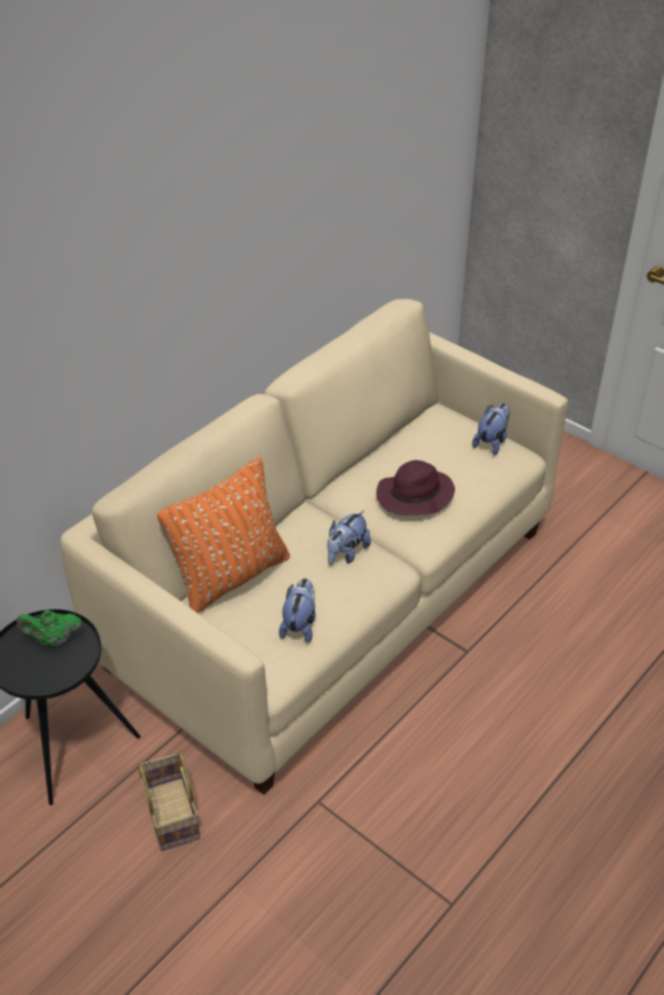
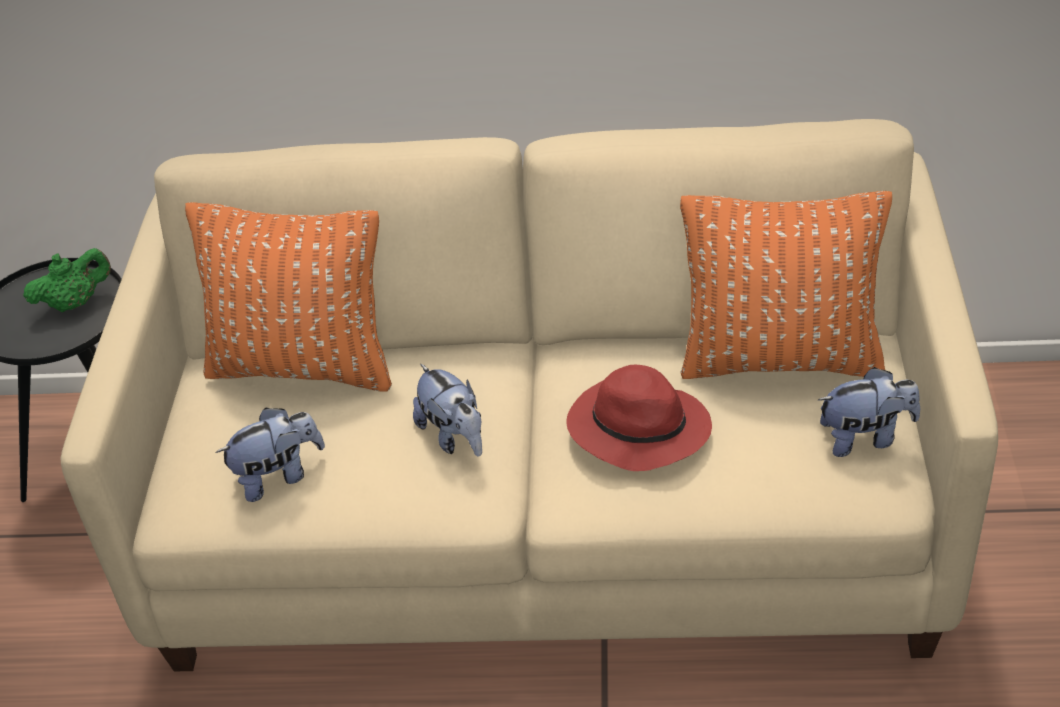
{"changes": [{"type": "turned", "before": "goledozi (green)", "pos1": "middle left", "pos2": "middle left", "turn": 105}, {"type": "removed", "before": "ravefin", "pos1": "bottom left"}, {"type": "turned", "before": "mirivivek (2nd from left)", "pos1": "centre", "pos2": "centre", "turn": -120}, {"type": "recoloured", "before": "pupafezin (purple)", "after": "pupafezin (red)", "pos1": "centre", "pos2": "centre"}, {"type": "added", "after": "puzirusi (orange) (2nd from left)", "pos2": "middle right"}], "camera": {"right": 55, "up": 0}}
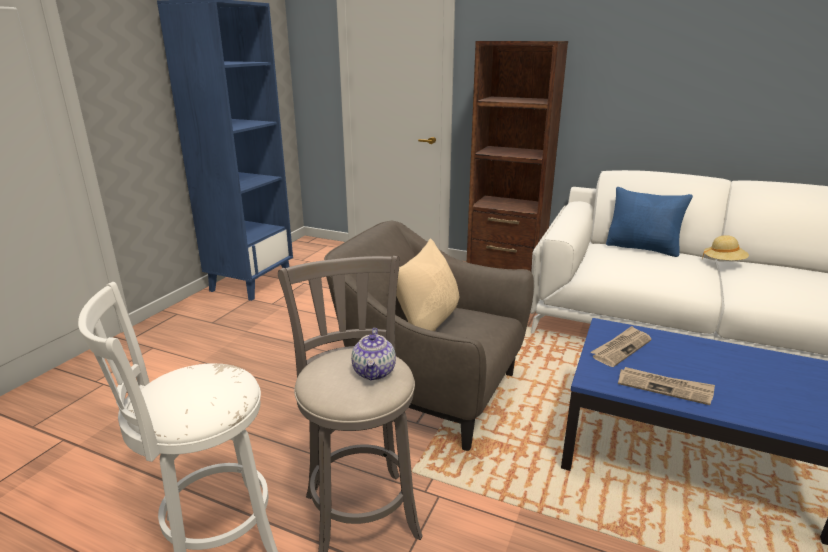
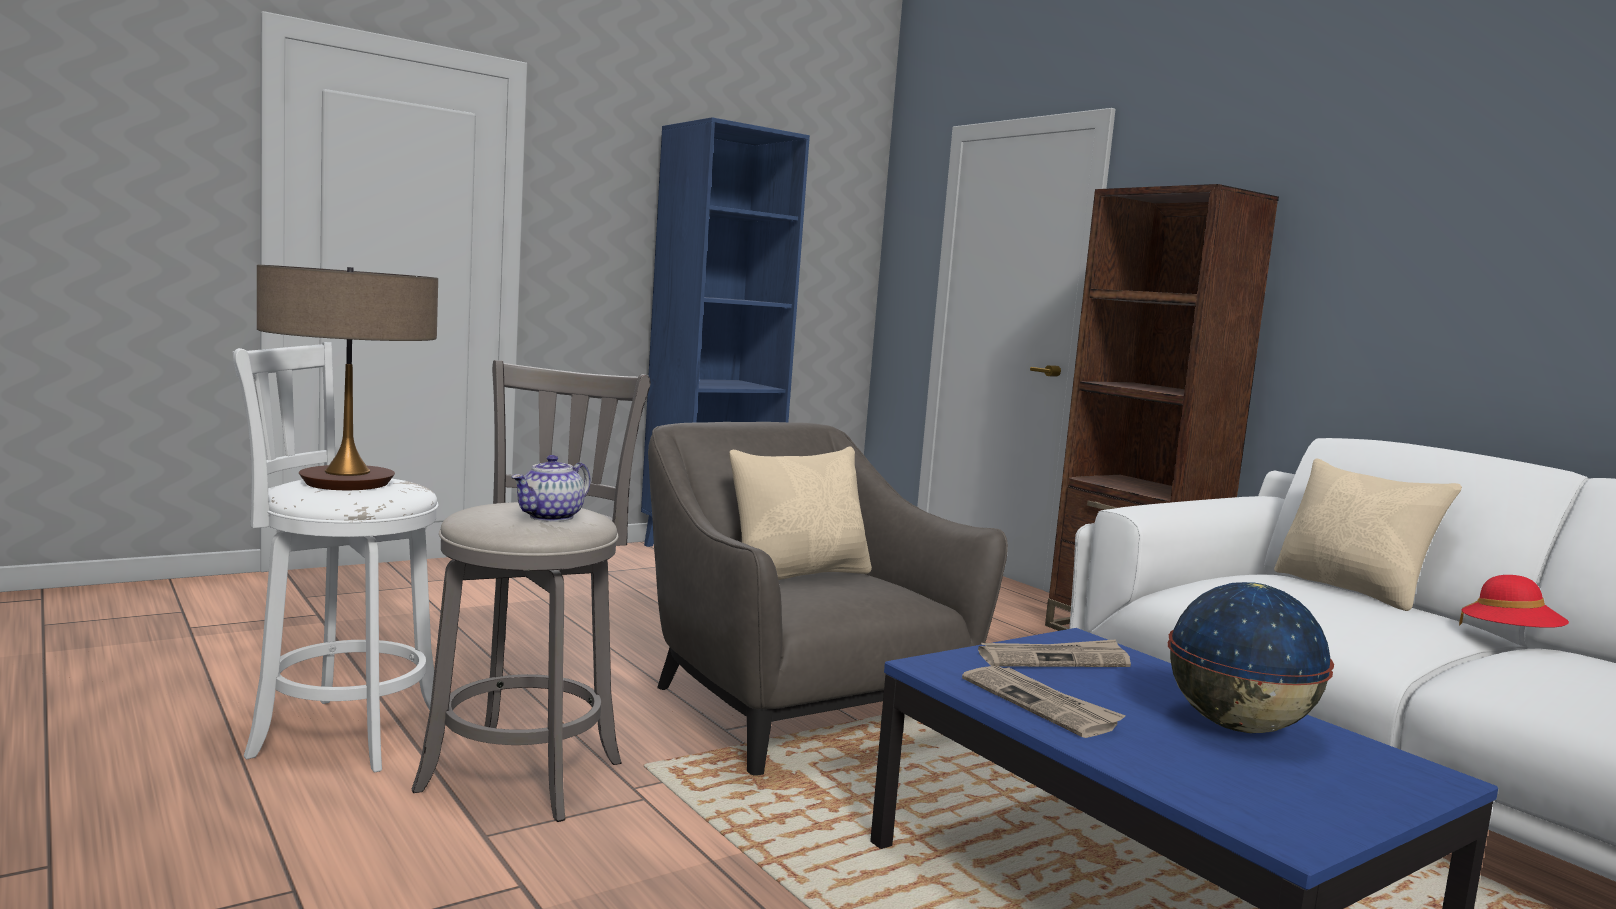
{"changes": [{"type": "recoloured", "before": "puzirusi (blue)", "after": "puzirusi (beige) (2nd from left)", "pos1": "middle right", "pos2": "middle right"}, {"type": "recoloured", "before": "pupafezin (beige)", "after": "pupafezin (red)", "pos1": "middle right", "pos2": "middle right"}, {"type": "added", "after": "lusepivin", "pos2": "middle left"}, {"type": "added", "after": "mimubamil", "pos2": "bottom right"}], "camera": {"right": 30, "up": -15}}
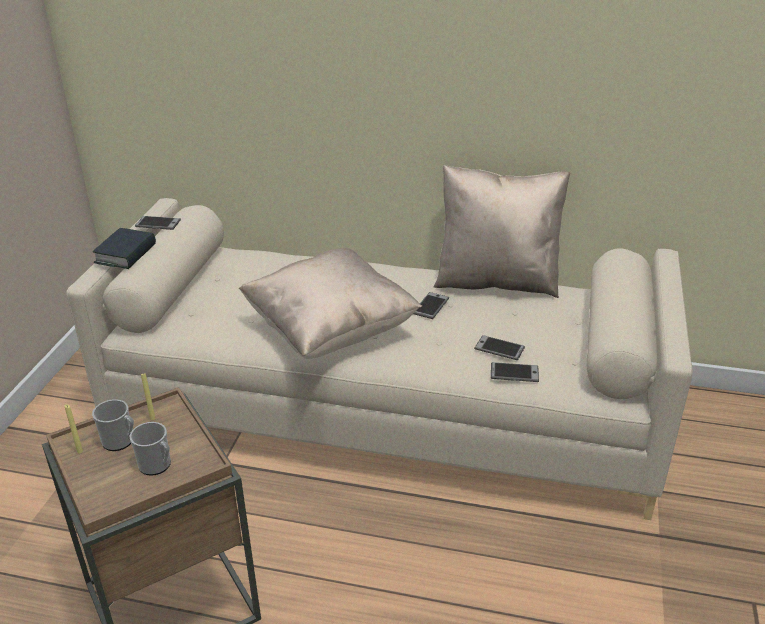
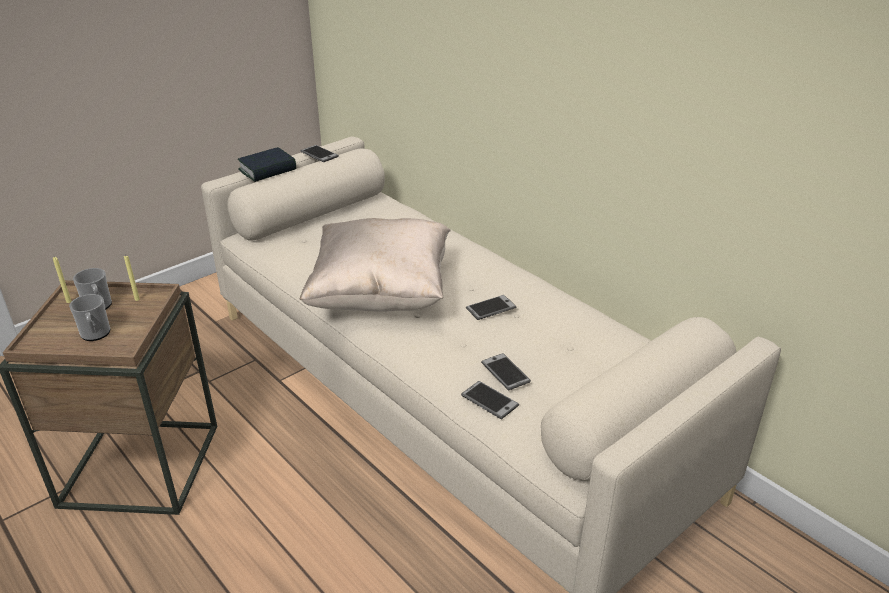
{"changes": [{"type": "removed", "before": "puzirusi (beige) (2nd from left)", "pos1": "centre"}], "camera": {"right": 35, "up": 0}}
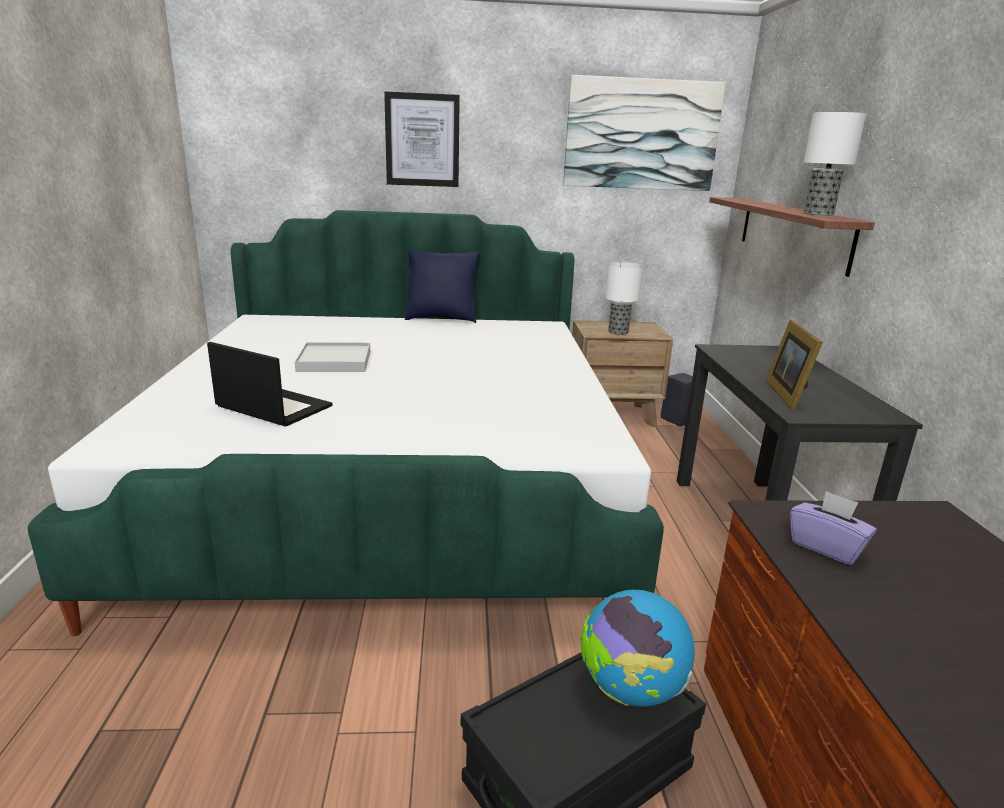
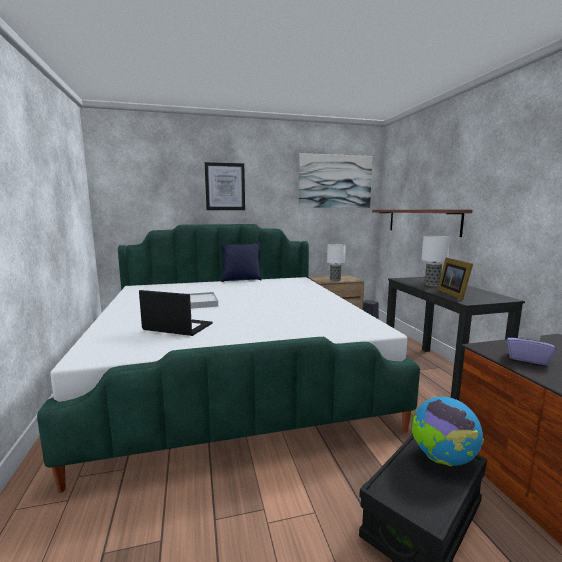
{"changes": [{"type": "moved", "before": "lusepivin (2nd from left)", "pos1": "top right", "pos2": "middle right"}], "camera": {"right": -10, "up": -10}}
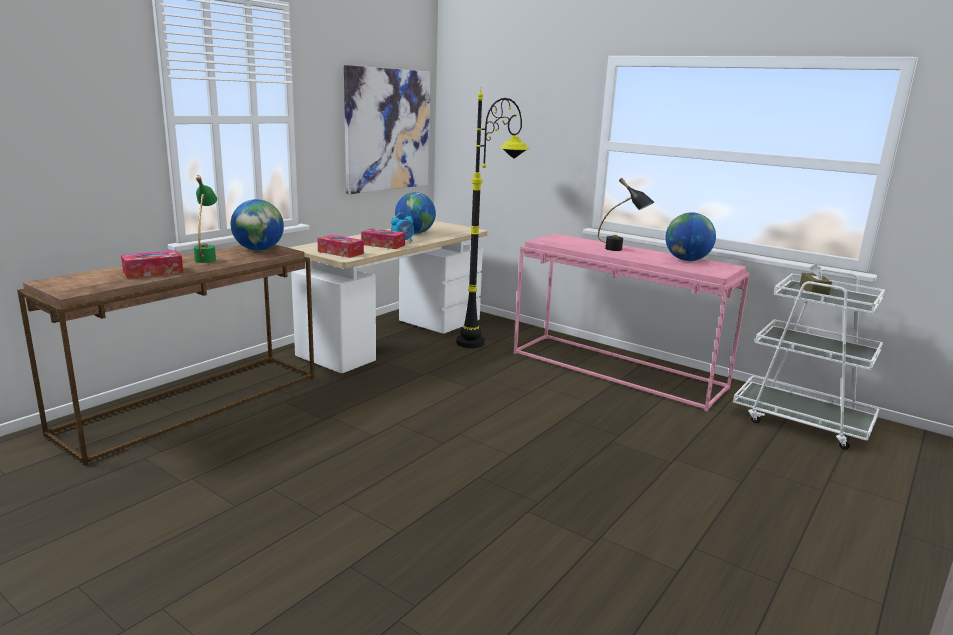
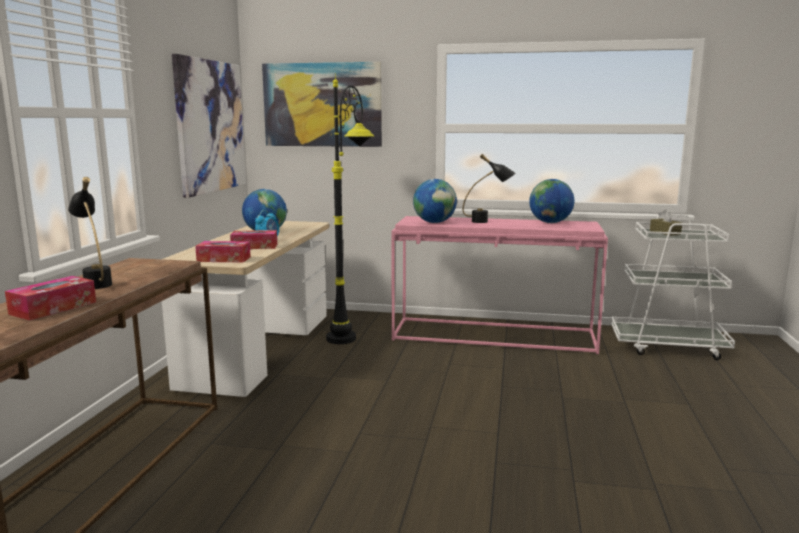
{"changes": [{"type": "recoloured", "before": "lusepivin (green)", "after": "lusepivin (black) (1st from left)", "pos1": "middle left", "pos2": "middle left"}, {"type": "moved", "before": "mimubamil (1st from left in the first image)", "after": "mimubamil (2nd from left)", "pos1": "middle left", "pos2": "centre"}, {"type": "added", "after": "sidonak (2nd from left)", "pos2": "top centre"}], "camera": {"right": -25, "up": -5}}
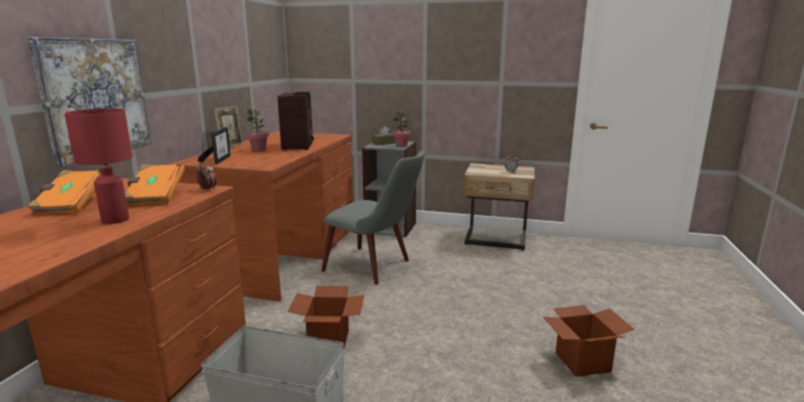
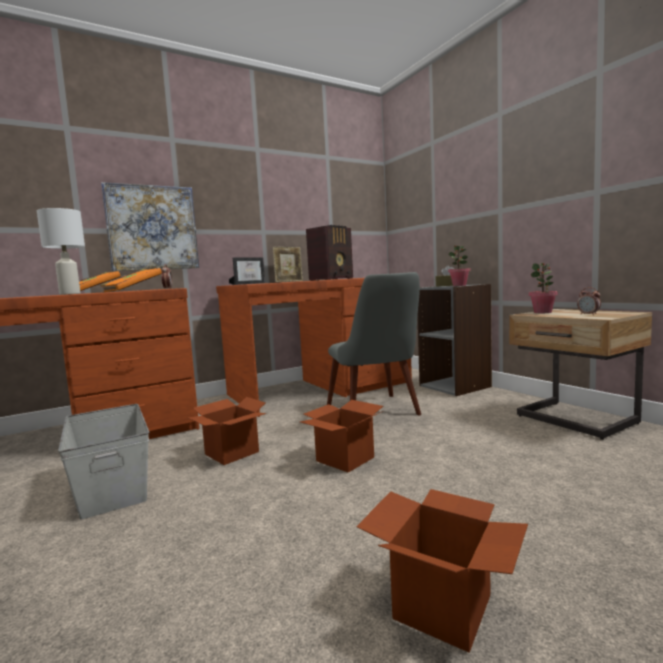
{"changes": [{"type": "recoloured", "before": "lusepivin (red)", "after": "lusepivin (white)", "pos1": "middle left", "pos2": "middle left"}, {"type": "moved", "before": "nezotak (1st from left in the first image)", "after": "nezotak (2nd from left)", "pos1": "top left", "pos2": "middle right"}, {"type": "added", "after": "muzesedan (2nd from left)", "pos2": "centre"}], "camera": {"right": 45, "up": -10}}
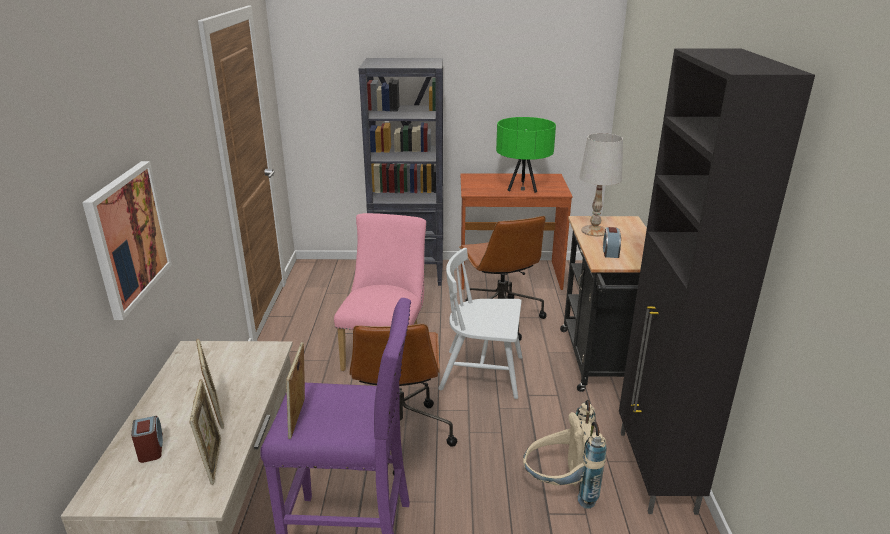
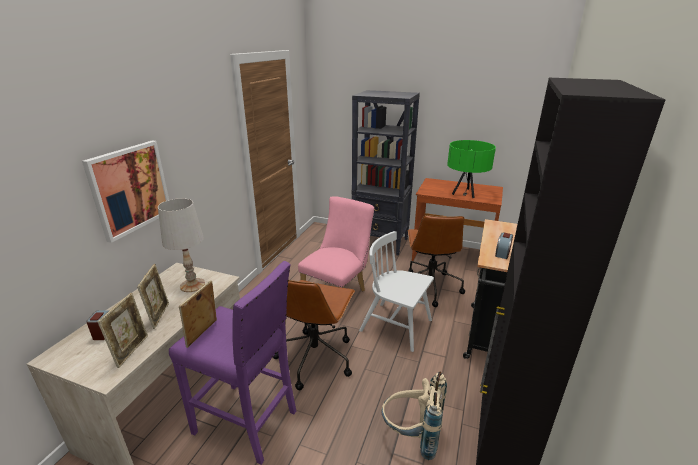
{"changes": [{"type": "moved", "before": "lusepivin (white)", "pos1": "middle right", "pos2": "middle left"}], "camera": {"right": 20, "up": 0}}
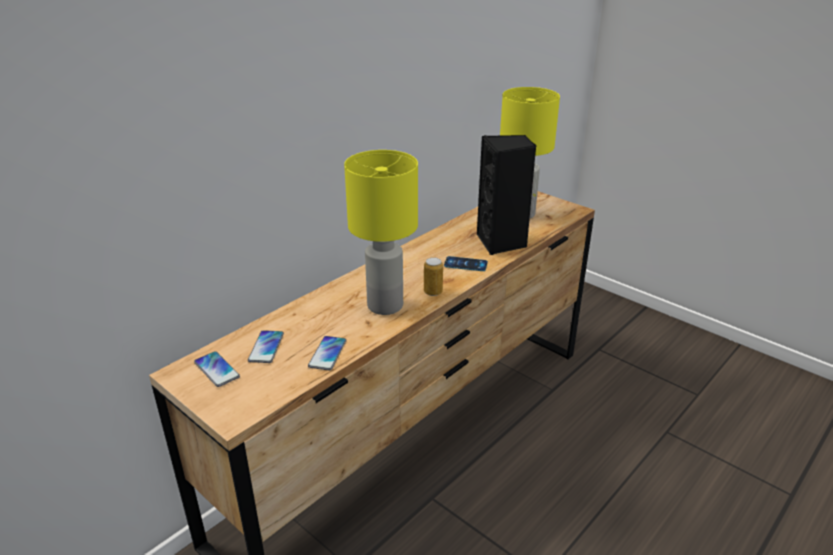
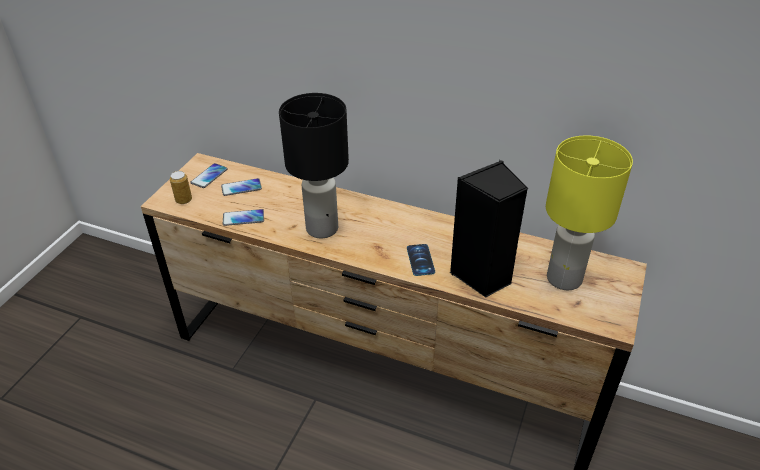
{"changes": [{"type": "recoloured", "before": "lusepivin (yellow) (1st from left)", "after": "lusepivin (black)", "pos1": "centre", "pos2": "centre"}, {"type": "moved", "before": "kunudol", "pos1": "centre", "pos2": "middle left"}], "camera": {"right": 70, "up": 10}}
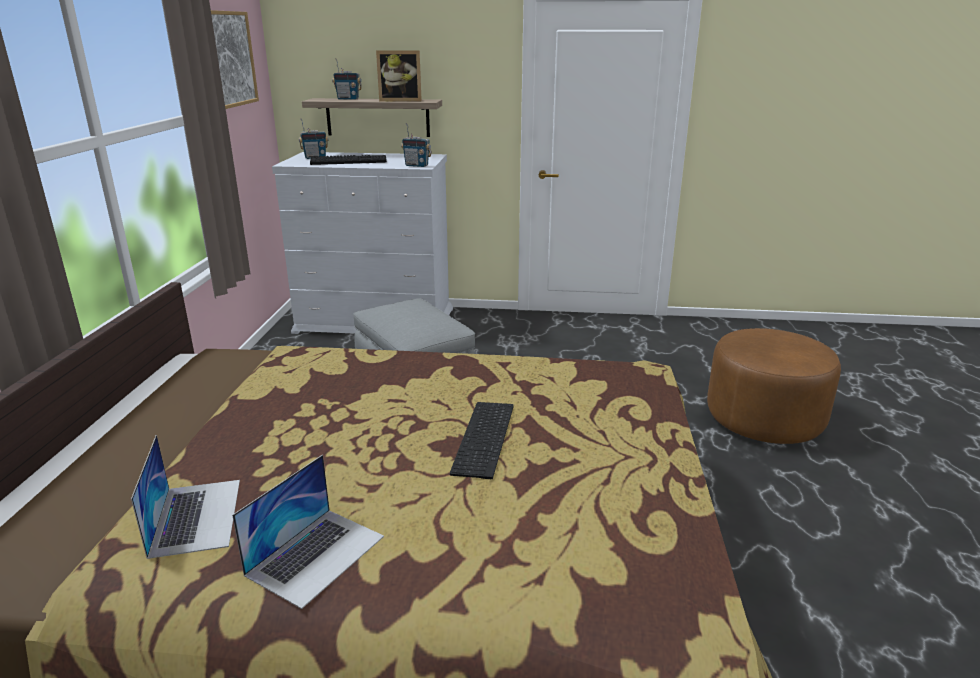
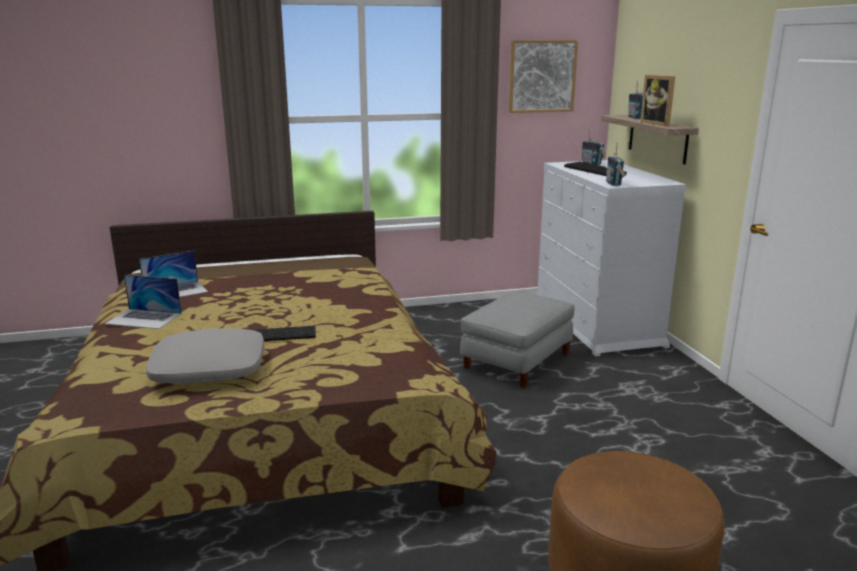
{"changes": [{"type": "added", "after": "puzirusi (grey)", "pos2": "middle left"}], "camera": {"right": 70, "up": -5}}
